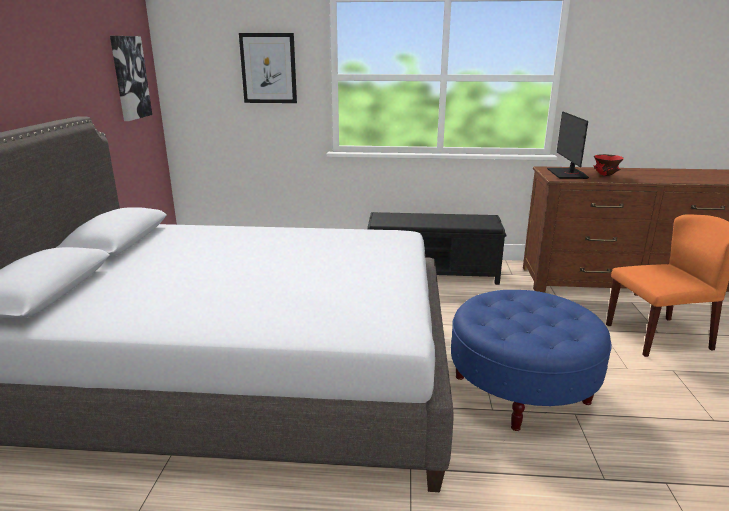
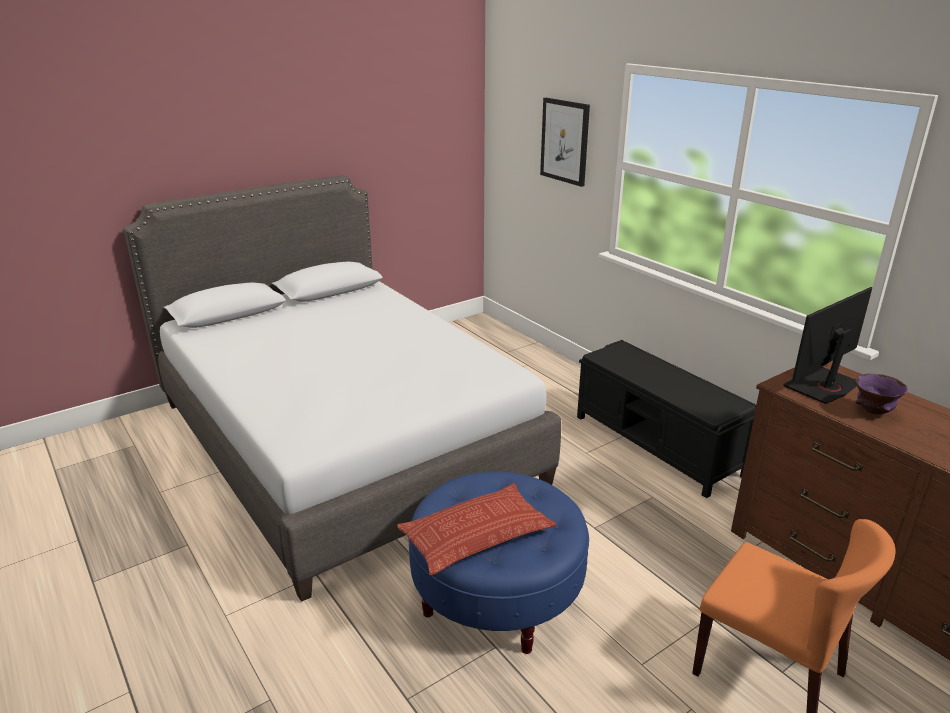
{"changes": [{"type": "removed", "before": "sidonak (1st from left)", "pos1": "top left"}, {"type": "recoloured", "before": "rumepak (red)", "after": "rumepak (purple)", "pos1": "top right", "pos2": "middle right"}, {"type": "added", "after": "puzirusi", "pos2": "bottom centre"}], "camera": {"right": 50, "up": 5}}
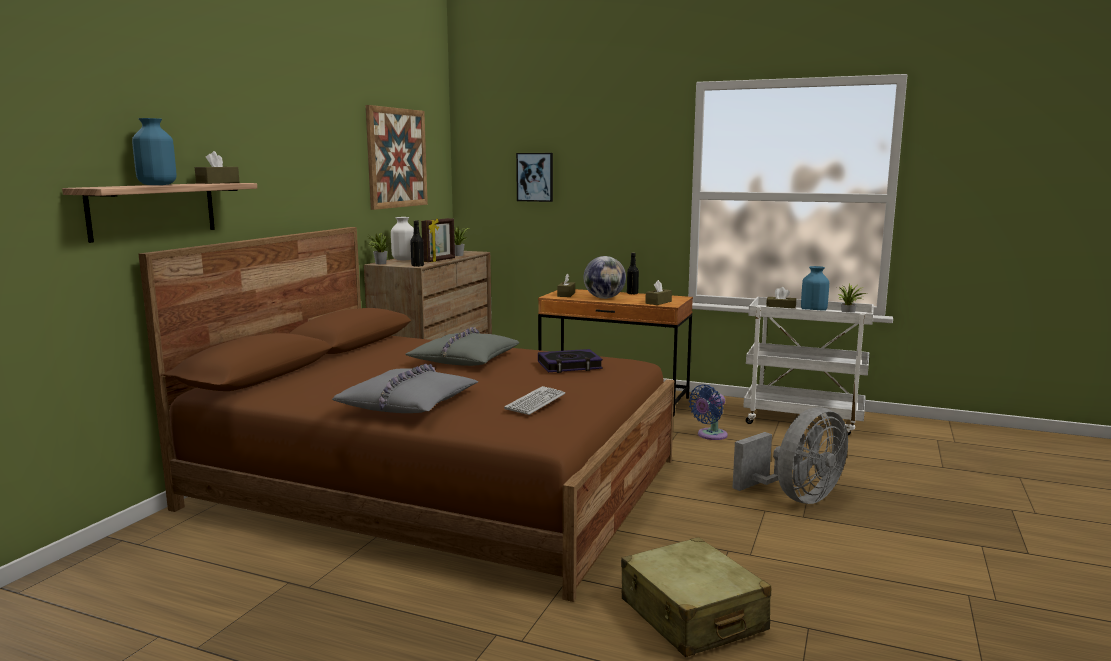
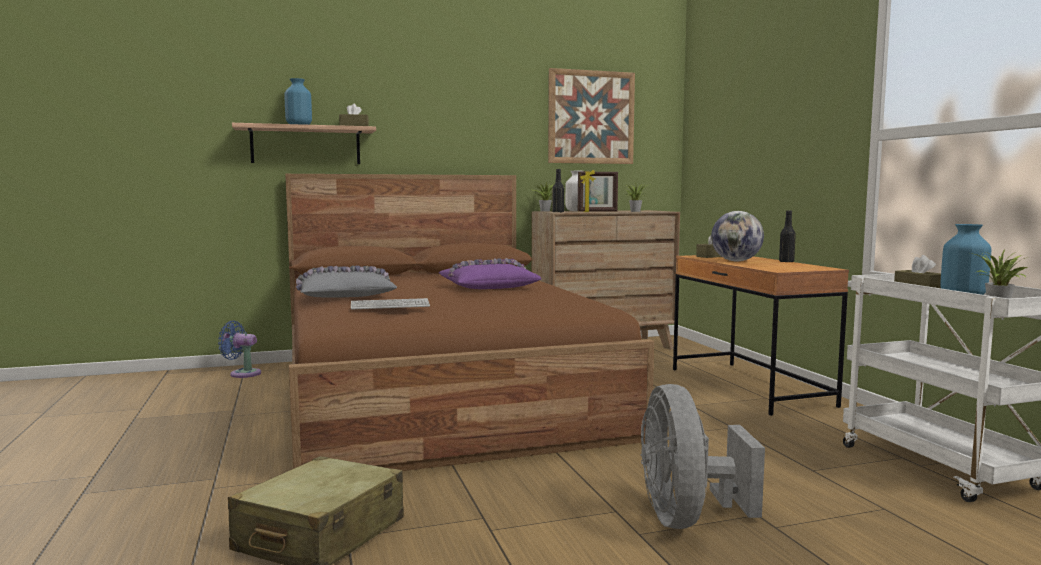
{"changes": [{"type": "recoloured", "before": "puzirusi (grey) (2nd from left)", "after": "puzirusi (purple)", "pos1": "centre", "pos2": "centre"}, {"type": "removed", "before": "sidonak (2nd from left)", "pos1": "top centre"}, {"type": "removed", "before": "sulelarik", "pos1": "centre"}, {"type": "removed", "before": "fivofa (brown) (3rd from left)", "pos1": "centre"}, {"type": "moved", "before": "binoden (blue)", "pos1": "centre", "pos2": "middle left"}, {"type": "turned", "before": "binoden (grey)", "pos1": "bottom right", "pos2": "bottom right", "turn": 75}], "camera": {"right": 50, "up": -5}}
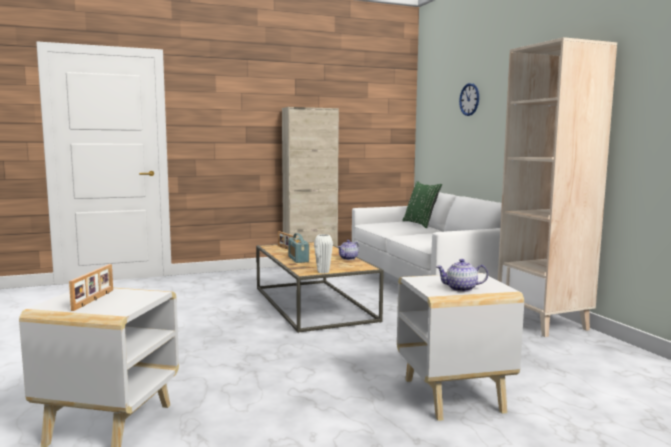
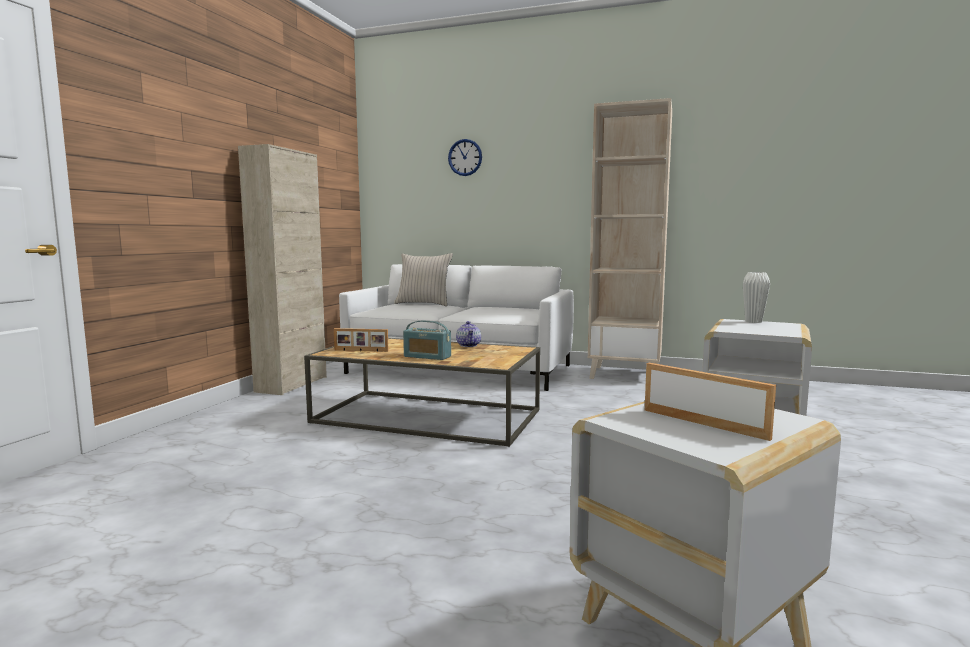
{"changes": [{"type": "moved", "before": "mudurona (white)", "pos1": "centre", "pos2": "middle right"}, {"type": "recoloured", "before": "puzirusi (green)", "after": "puzirusi (beige)", "pos1": "centre", "pos2": "centre"}, {"type": "removed", "before": "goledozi (2nd from left)", "pos1": "middle right"}], "camera": {"right": -50, "up": 0}}
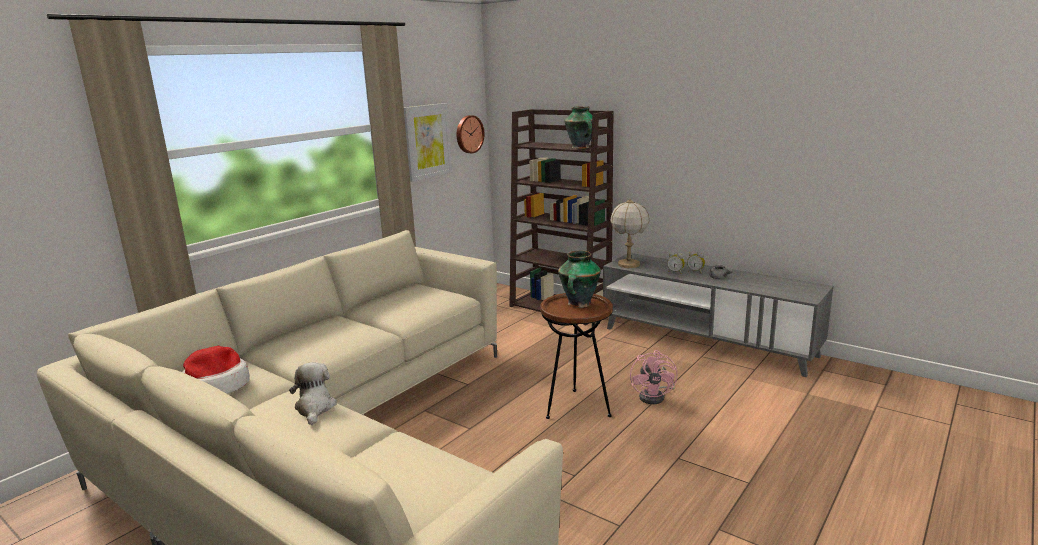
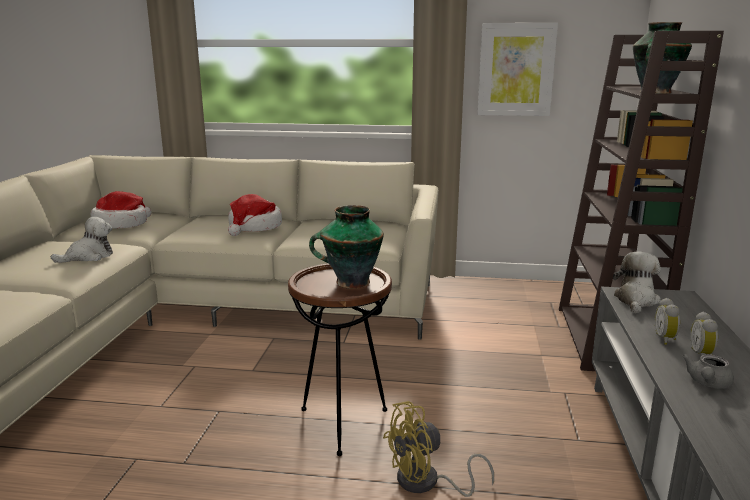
{"changes": [{"type": "removed", "before": "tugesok", "pos1": "top centre"}, {"type": "replaced", "before": "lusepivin", "after": "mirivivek (2nd from left)", "pos1": "centre", "pos2": "middle right"}, {"type": "recoloured", "before": "binoden (pink)", "after": "binoden (yellow)", "pos1": "bottom centre", "pos2": "bottom centre"}, {"type": "added", "after": "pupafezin (2nd from left)", "pos2": "centre"}], "camera": {"right": 60, "up": 0}}
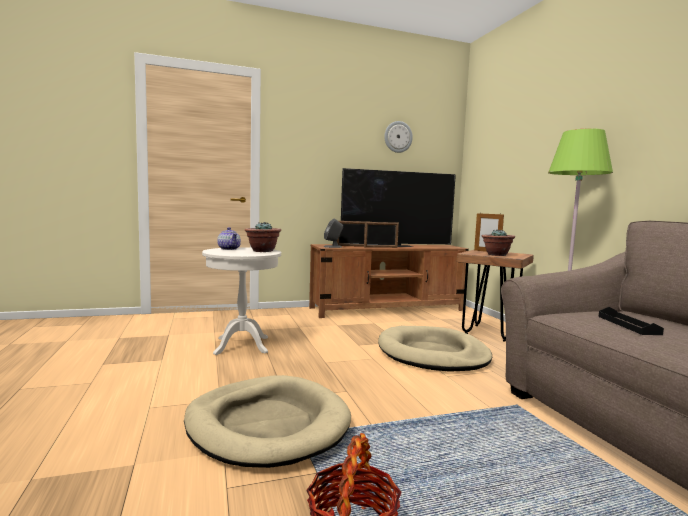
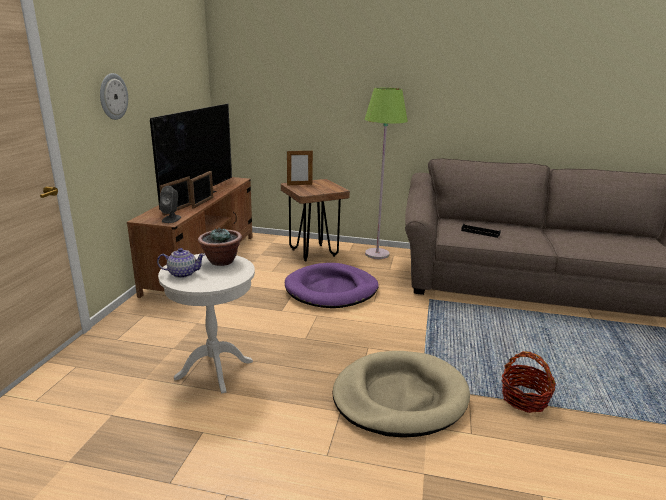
{"changes": [{"type": "recoloured", "before": "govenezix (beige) (2nd from left)", "after": "govenezix (purple)", "pos1": "bottom centre", "pos2": "centre"}, {"type": "moved", "before": "tugesok", "pos1": "top centre", "pos2": "top left"}, {"type": "removed", "before": "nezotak (2nd from left)", "pos1": "middle right"}], "camera": {"right": -60, "up": 15}}
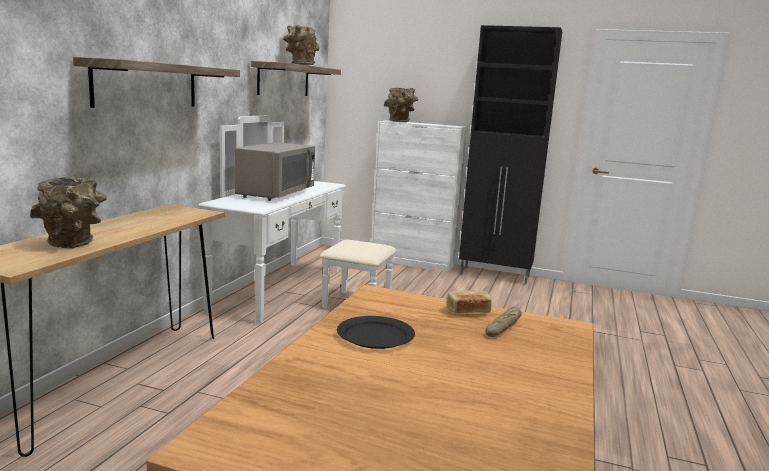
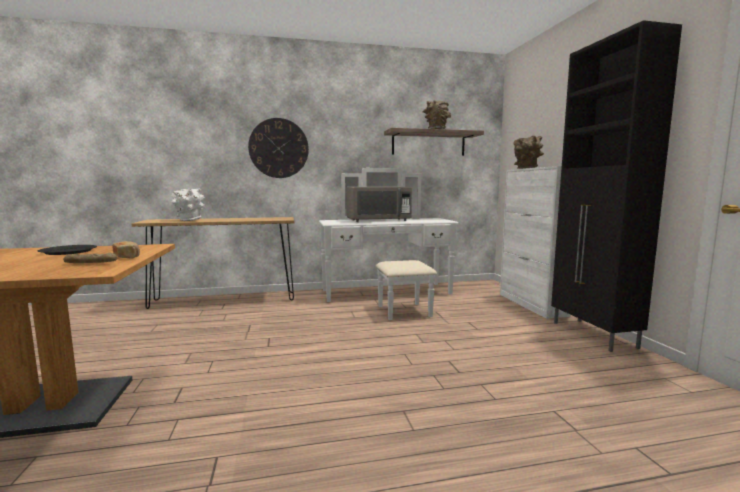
{"changes": [{"type": "recoloured", "before": "mudurona (brown) (1st from left)", "after": "mudurona (white)", "pos1": "middle left", "pos2": "middle left"}, {"type": "replaced", "before": "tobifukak (1st from left)", "after": "tugesok", "pos1": "top left", "pos2": "top centre"}], "camera": {"right": 60, "up": -5}}
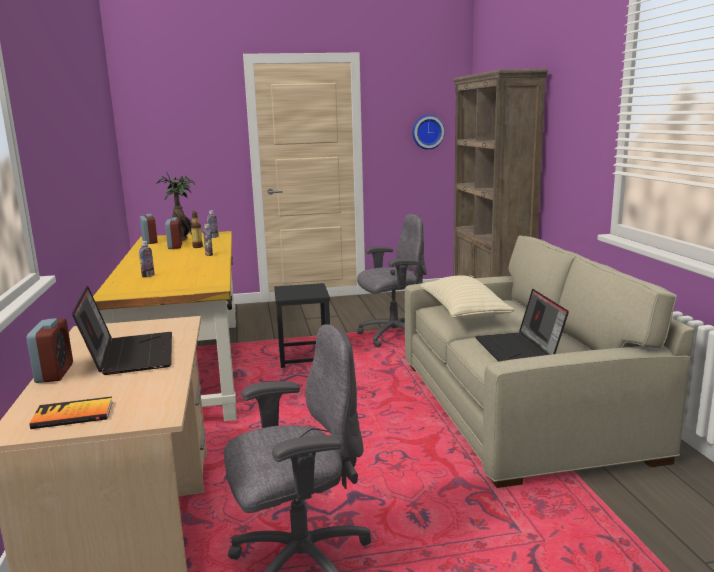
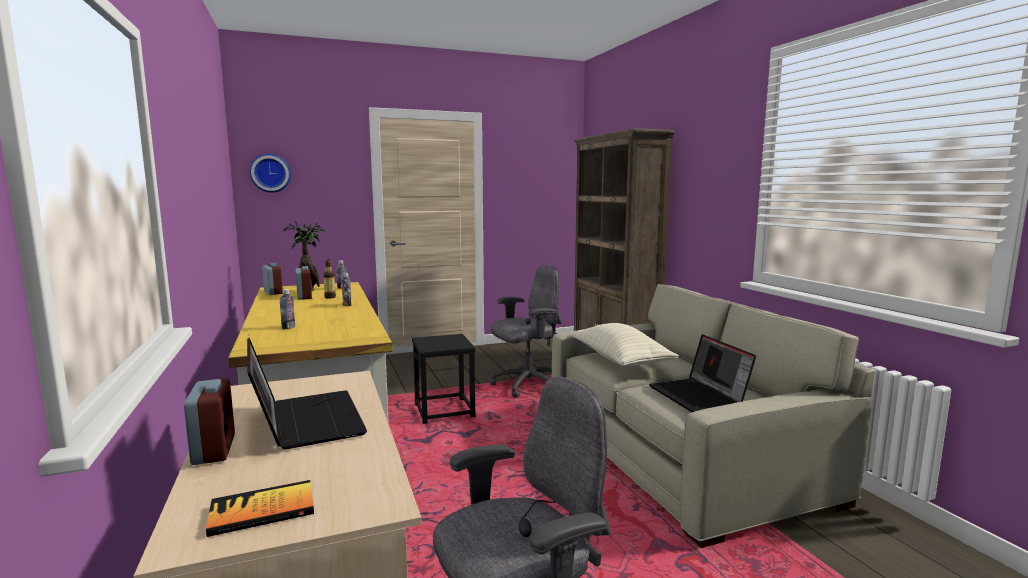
{"changes": [{"type": "moved", "before": "tugesok", "pos1": "top centre", "pos2": "top left"}], "camera": {"right": -10, "up": -5}}
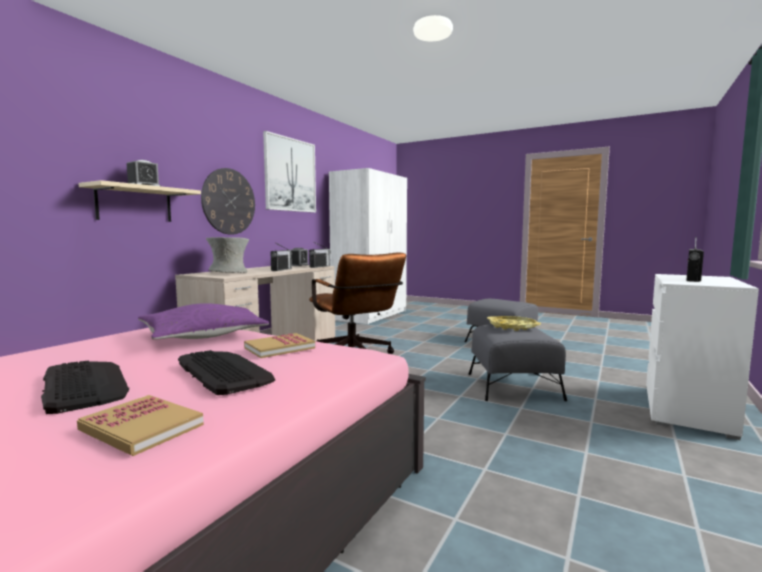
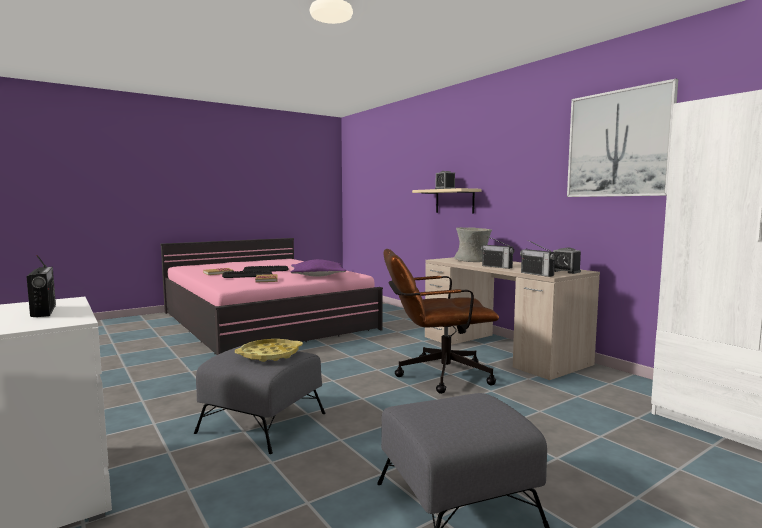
{"changes": [{"type": "removed", "before": "tugesok", "pos1": "middle left"}], "camera": {"right": 115, "up": 0}}
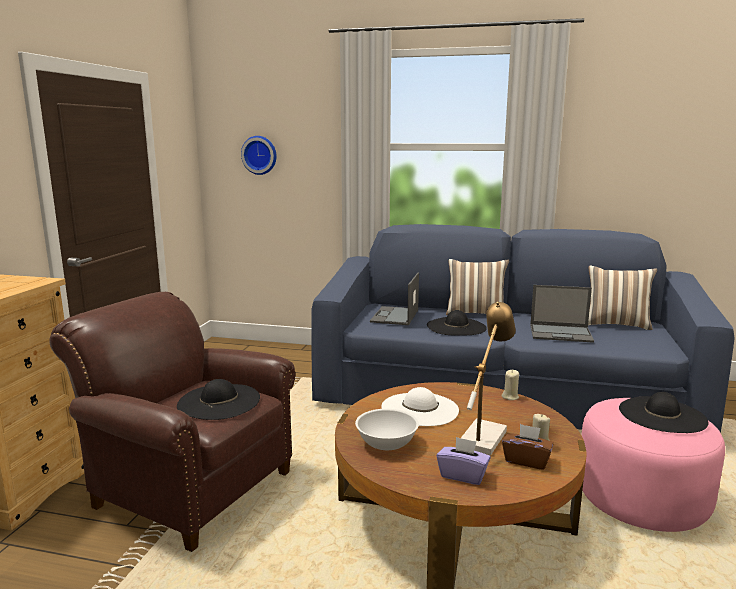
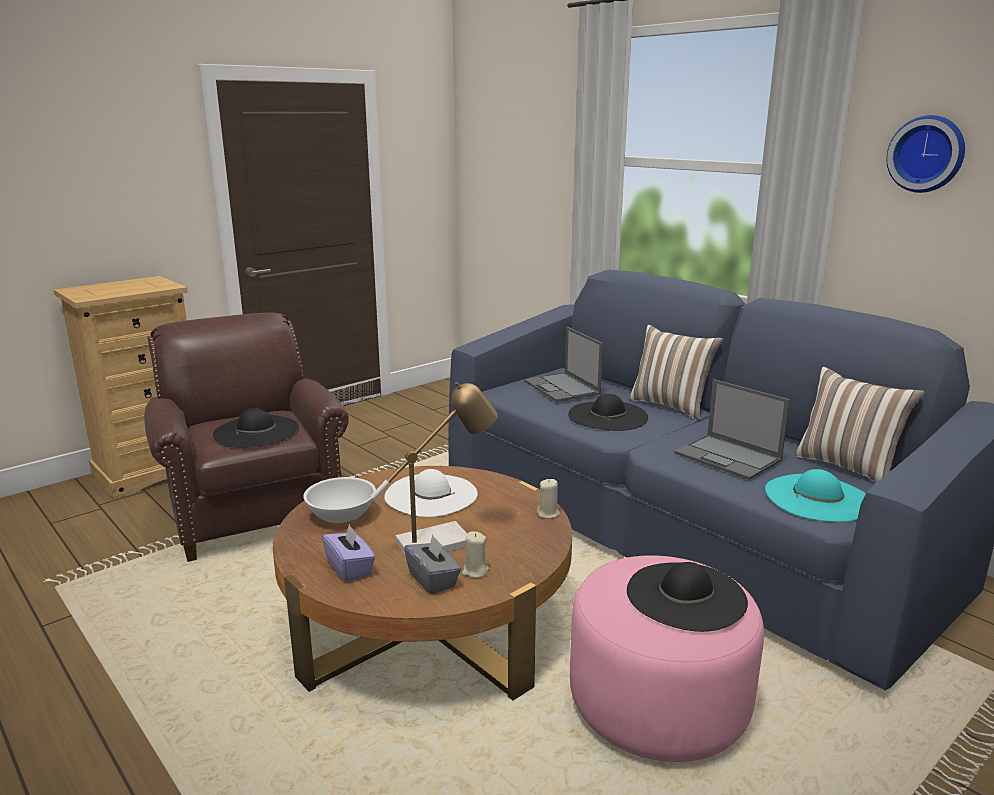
{"changes": [{"type": "moved", "before": "tugesok", "pos1": "top centre", "pos2": "top right"}, {"type": "turned", "before": "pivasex (1st from left)", "pos1": "centre", "pos2": "centre", "turn": -75}, {"type": "recoloured", "before": "fivofa (brown)", "after": "fivofa (grey)", "pos1": "bottom right", "pos2": "bottom centre"}, {"type": "added", "after": "pupafezin (turquoise)", "pos2": "middle right"}], "camera": {"right": 35, "up": 5}}
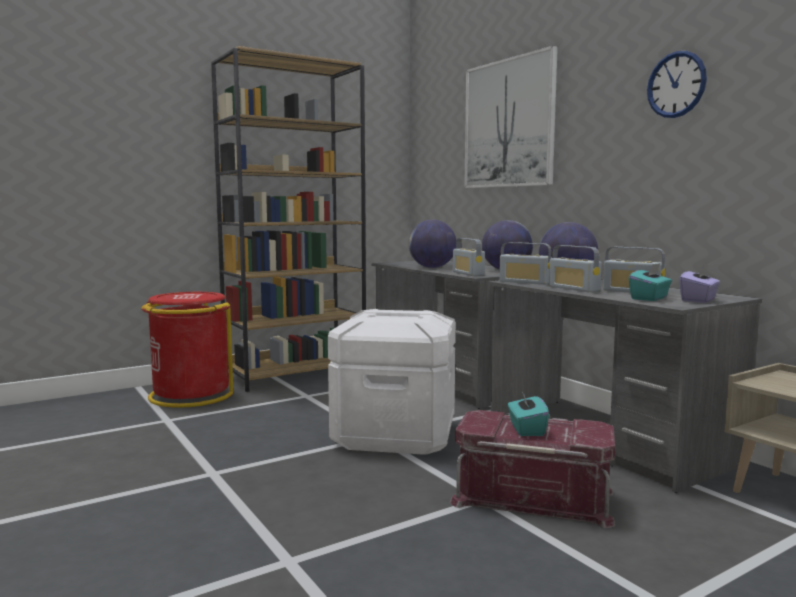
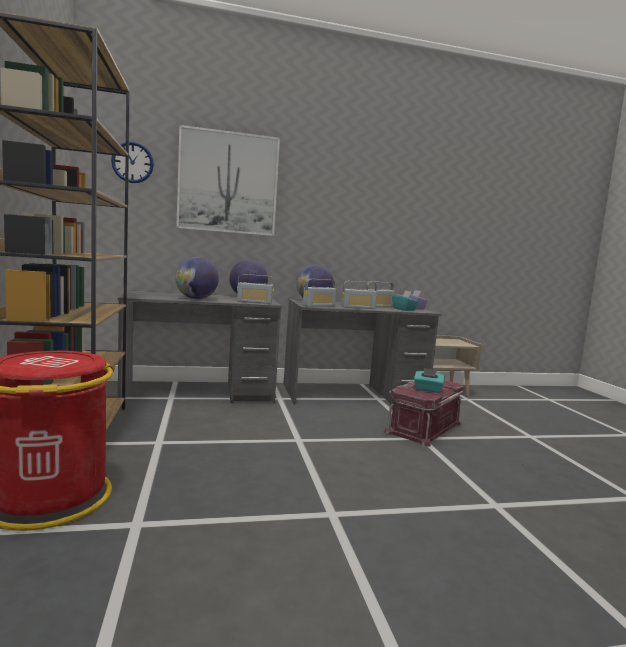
{"changes": [{"type": "removed", "before": "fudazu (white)", "pos1": "centre"}, {"type": "moved", "before": "tugesok", "pos1": "top right", "pos2": "top left"}], "camera": {"right": -70, "up": 0}}
